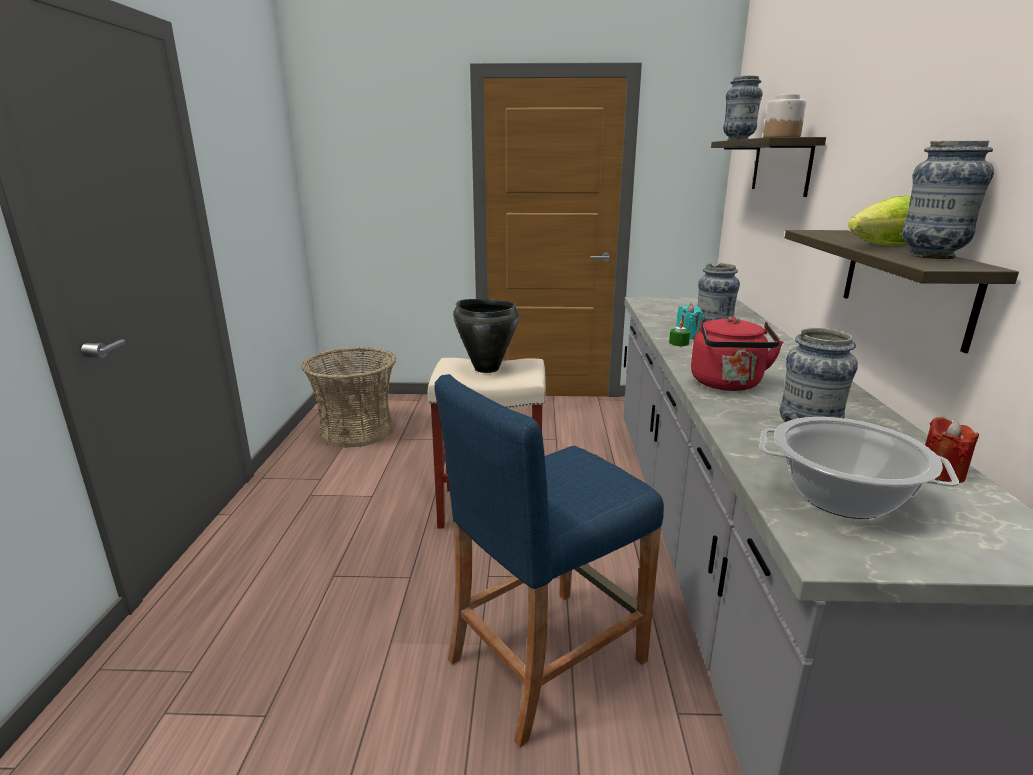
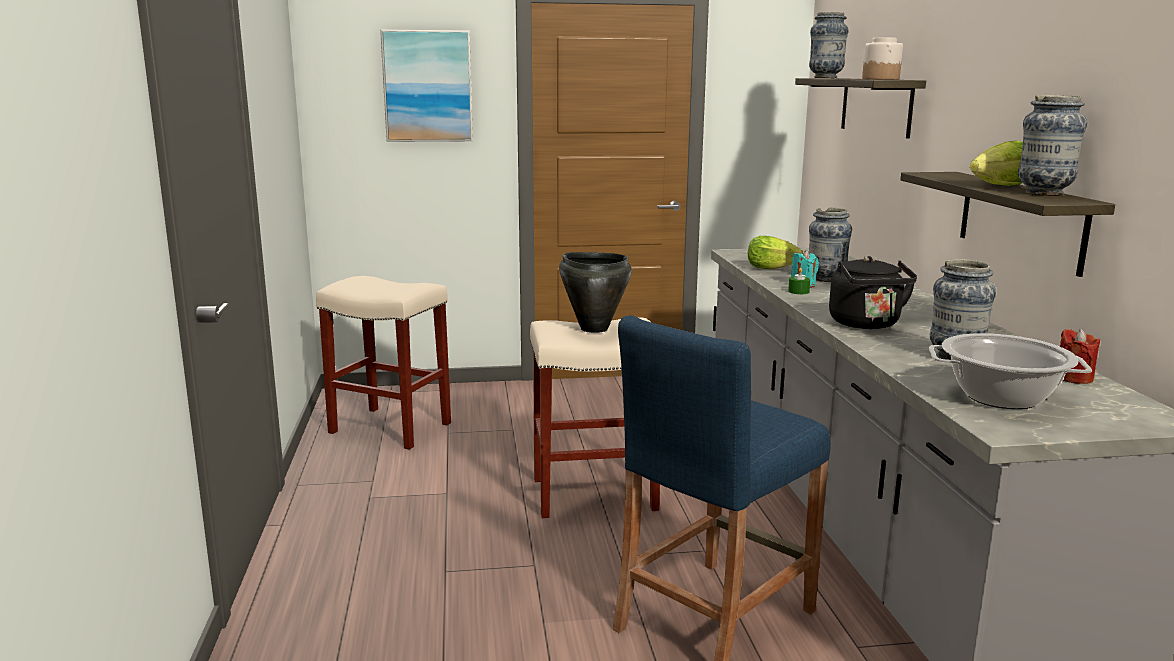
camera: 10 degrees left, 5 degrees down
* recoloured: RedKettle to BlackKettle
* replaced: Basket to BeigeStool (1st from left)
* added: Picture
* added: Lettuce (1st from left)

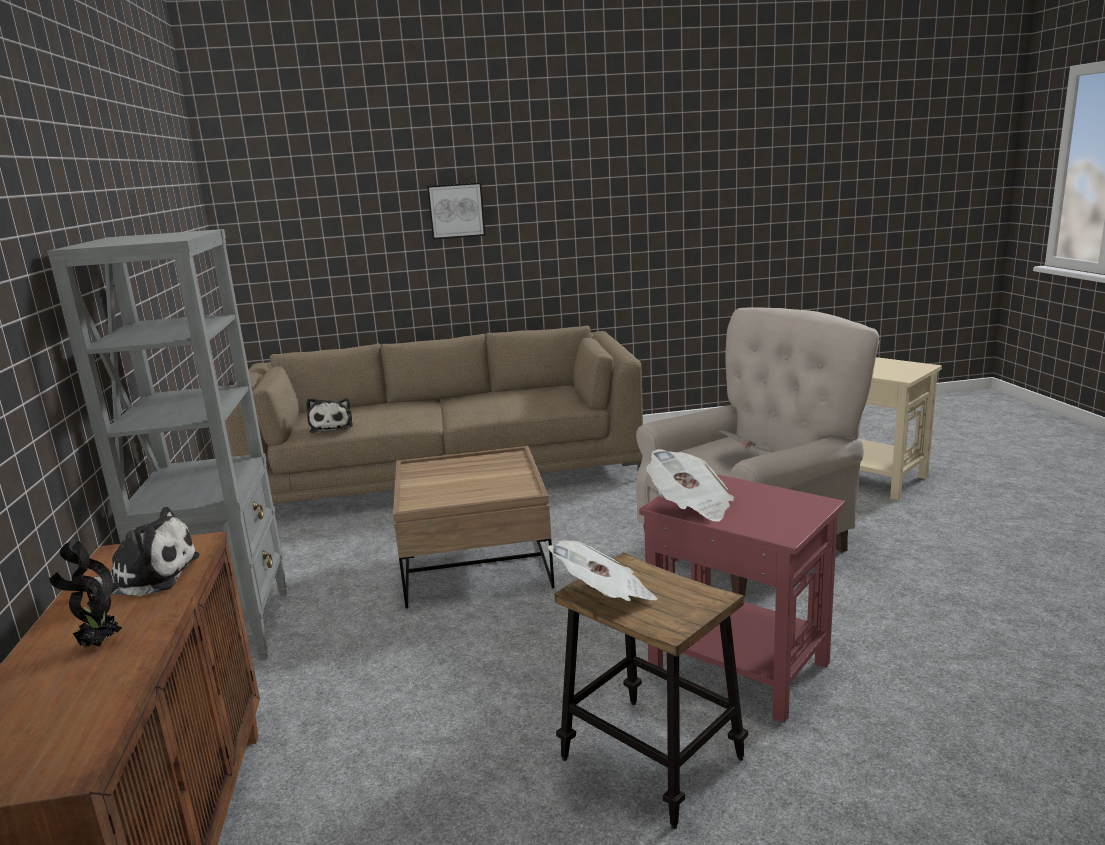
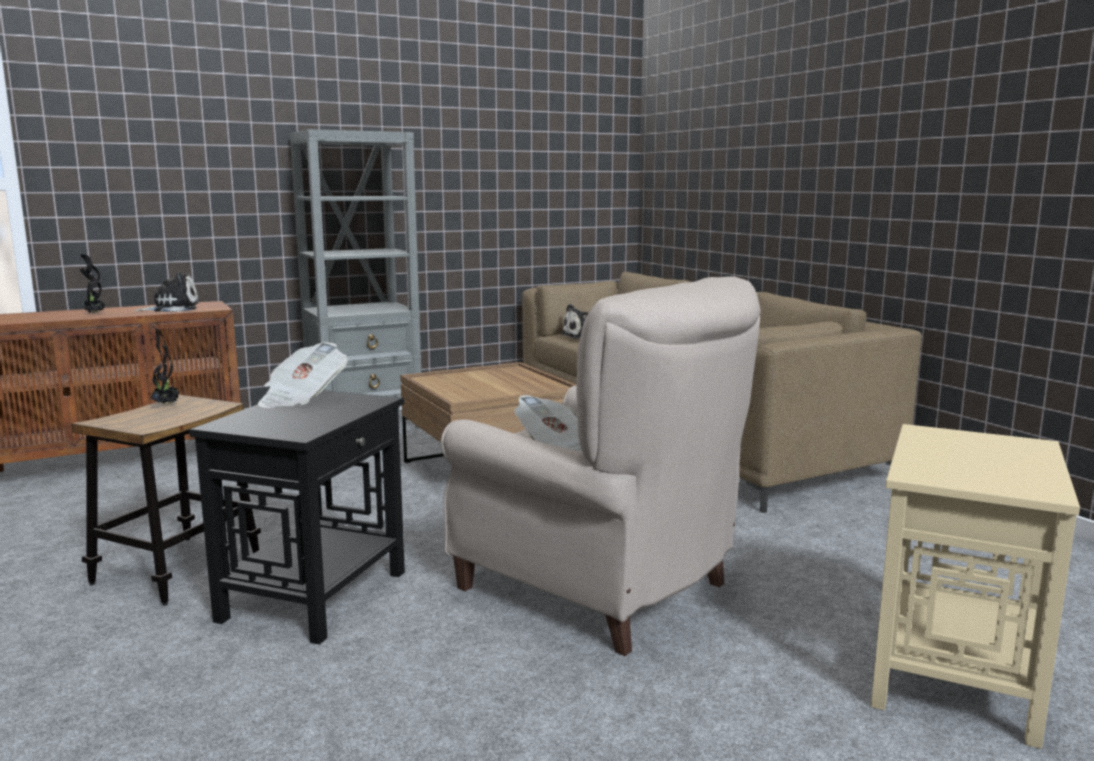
camera: 70 degrees right, 5 degrees down
* removed: Picture
* recoloured: RedSideTable to BlackSideTable
* turned: PlushToy (1st from left) 90 degrees counterclockwise
* replaced: Newspaper (1st from left) to PottedPlant (2nd from left)

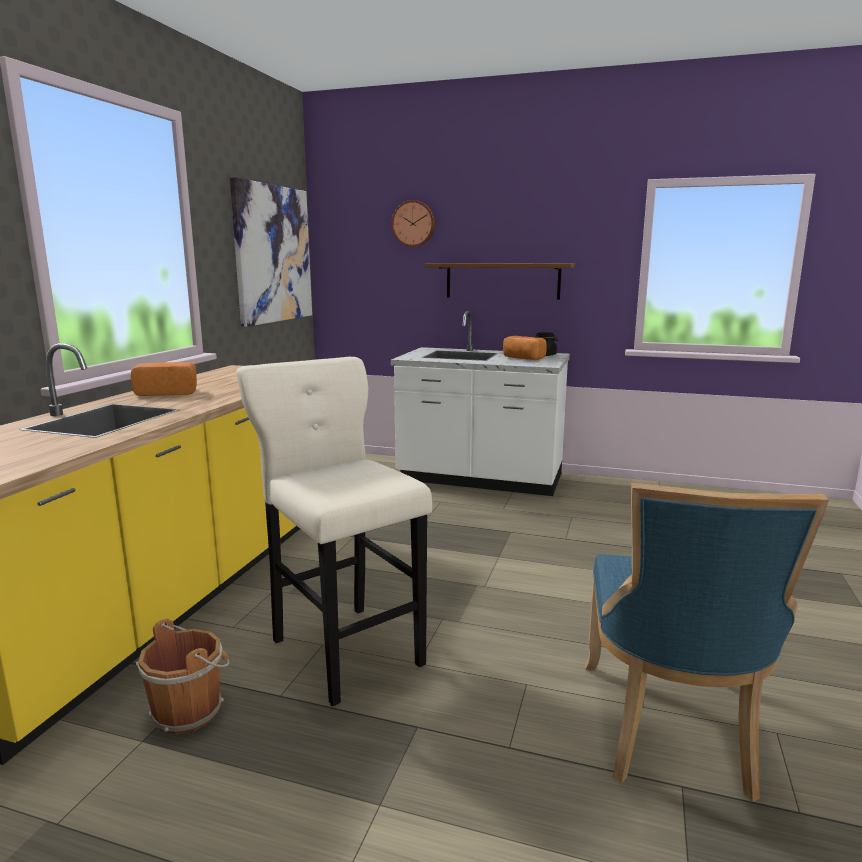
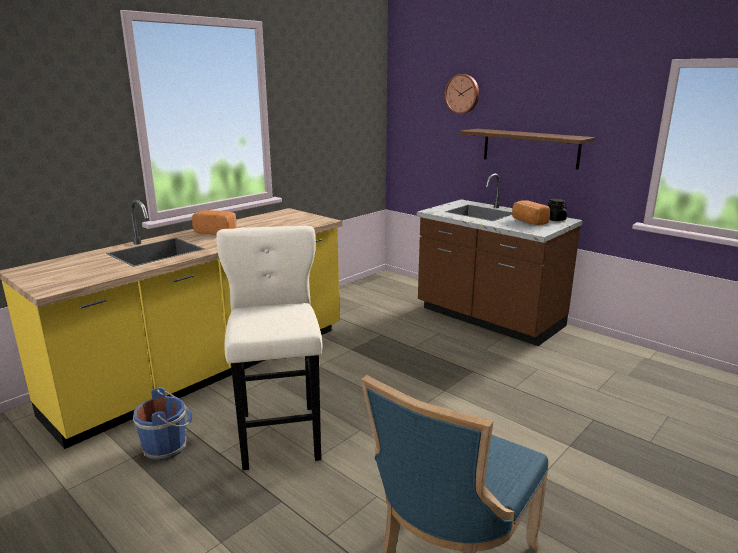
camera: 25 degrees right, 5 degrees up
* removed: Picture
* recoloured: WhiteCounter to BrownCounter
* recoloured: BrownBucket to BlueBucket

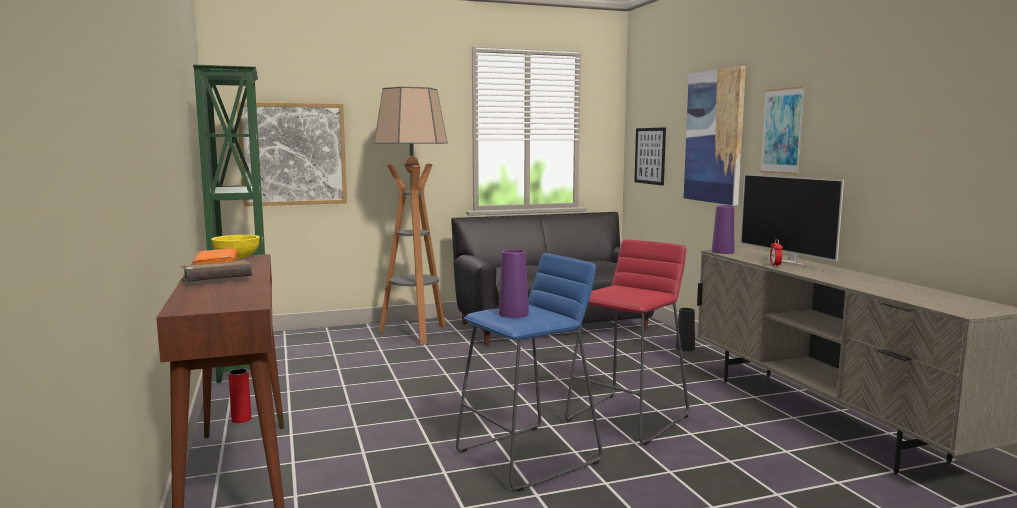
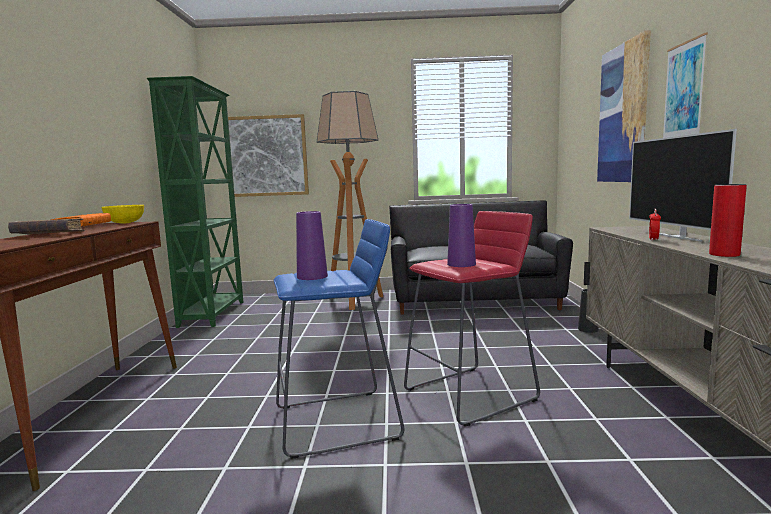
camera: 20 degrees right, 0 degrees up
* removed: Picture (2nd from left)
* moved: PurpleVase (2nd from left)
* moved: RedVase

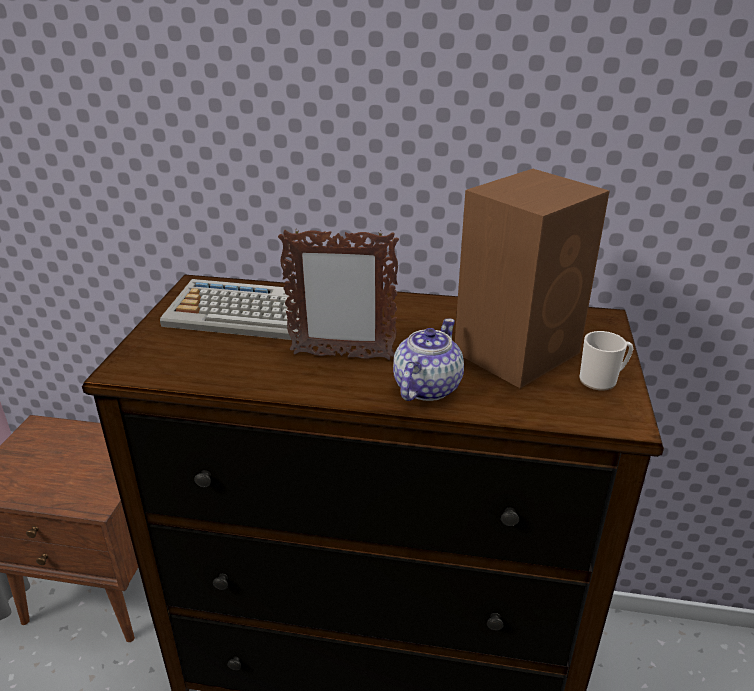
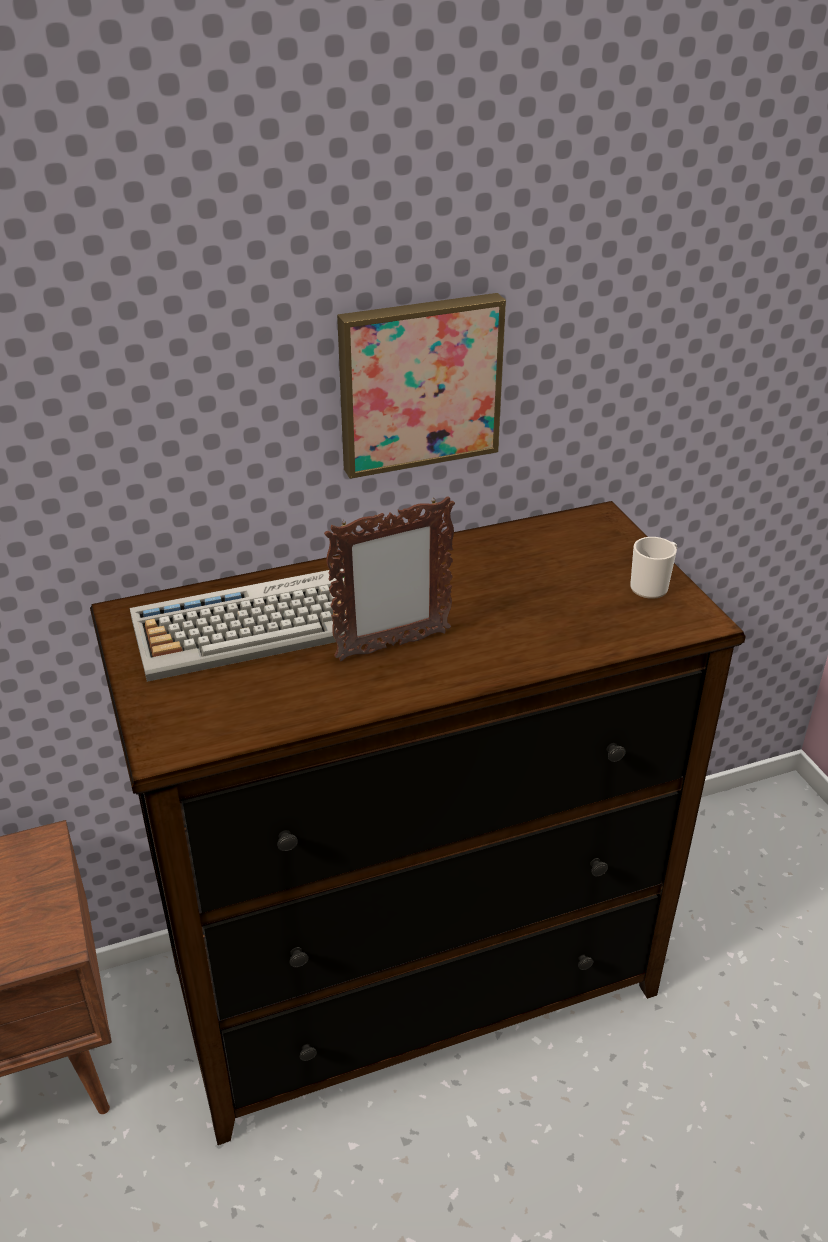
camera: 30 degrees left, 5 degrees up
* removed: BrownSpeaker
* removed: Teapot
* added: Picture

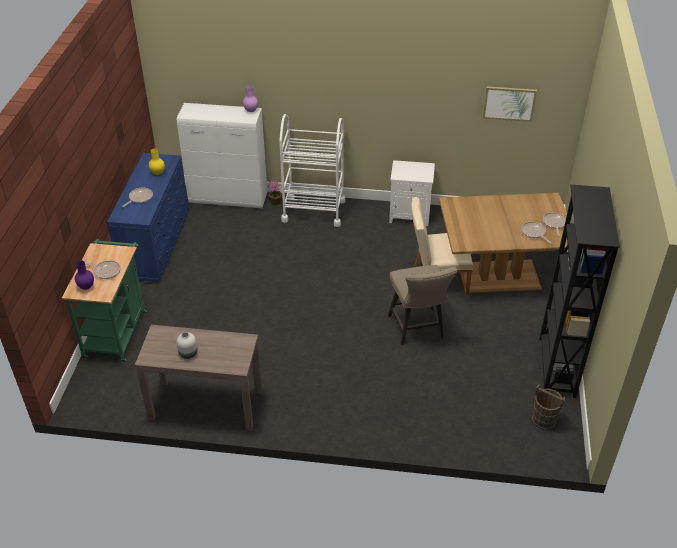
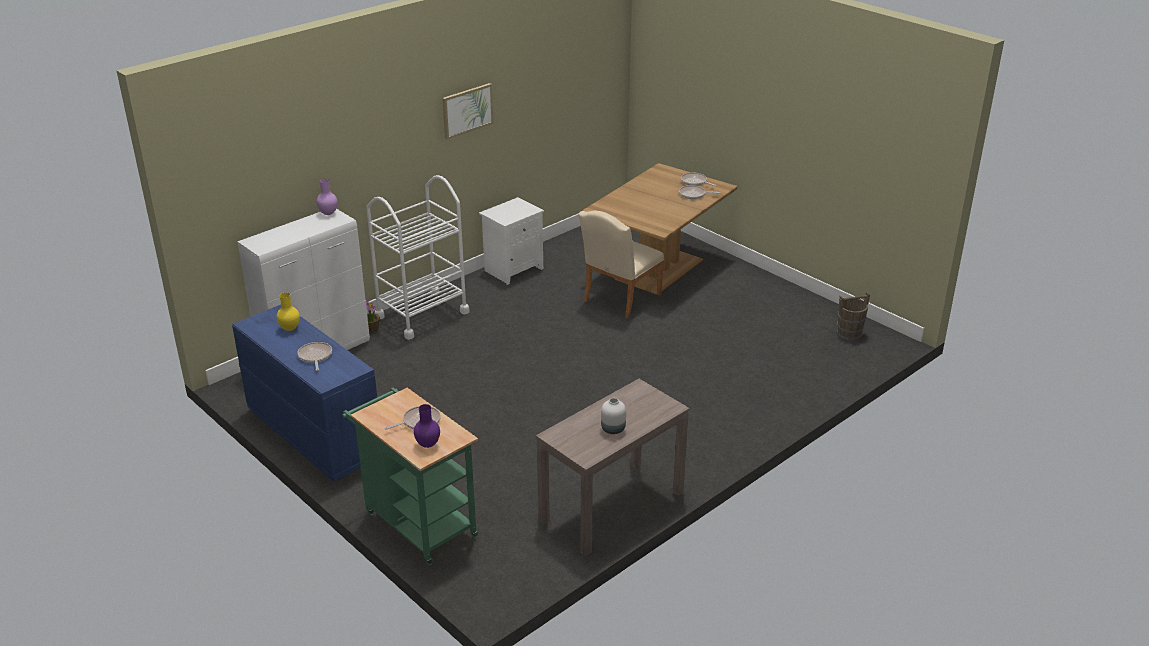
camera: 50 degrees left, 10 degrees down
* moved: Picture
* removed: BlackBookcase
* removed: BeigeStool

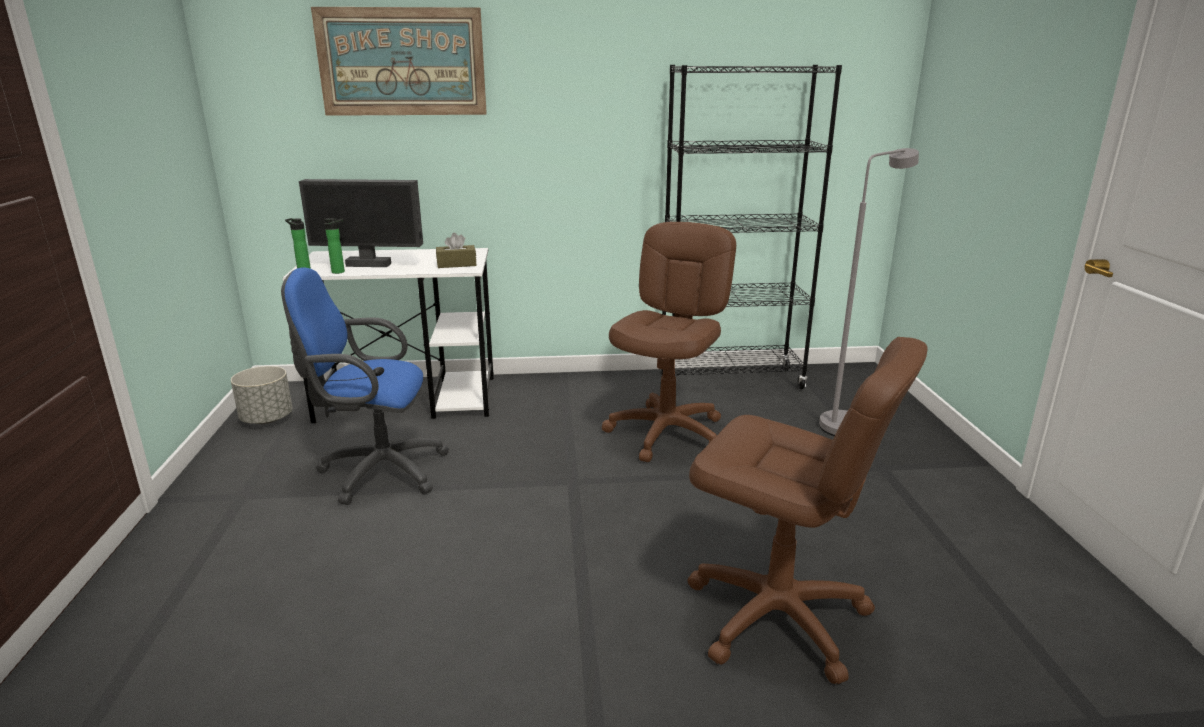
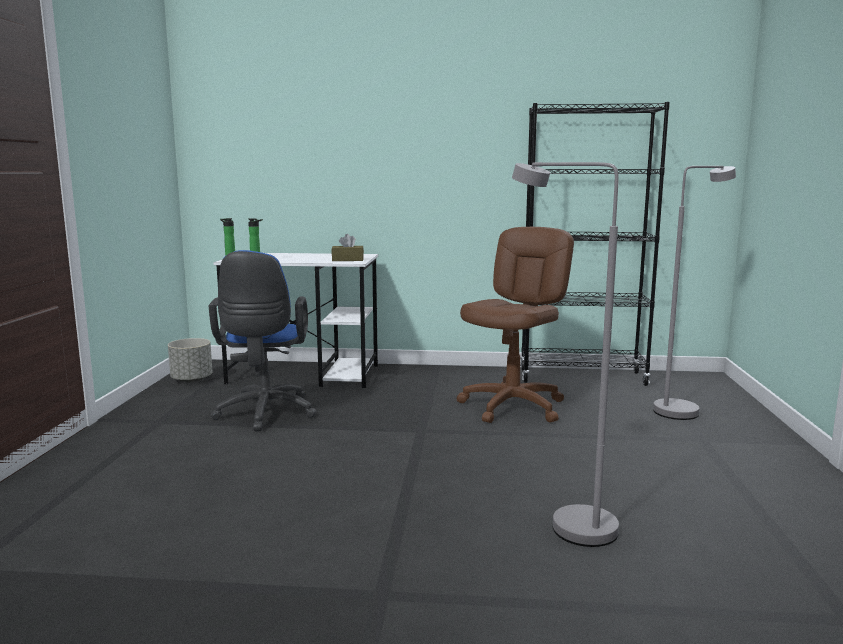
camera: 10 degrees right, 10 degrees down
* removed: Picture
* removed: Monitor
* turned: BlueOfficeChair 105 degrees counterclockwise
* replaced: BrownOfficeChair (2nd from left) to GreyFloorLamp (1st from left)

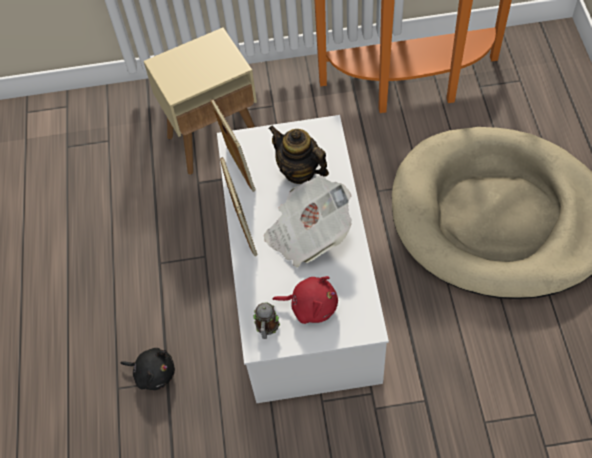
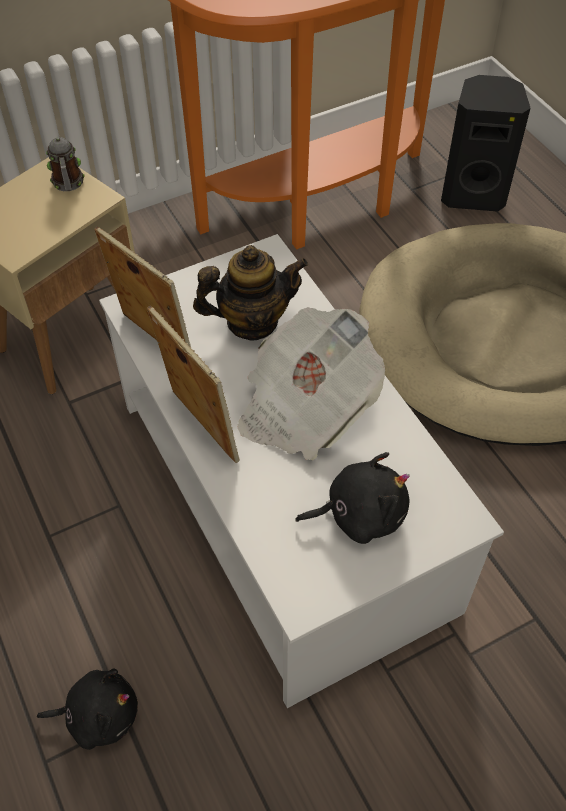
camera: 25 degrees left, 5 degrees down
* turned: Teapot 150 degrees clockwise
* recoloured: RedPlushToy to BlackPlushToy (2nd from left)
* moved: Mug
* added: BlackSpeaker

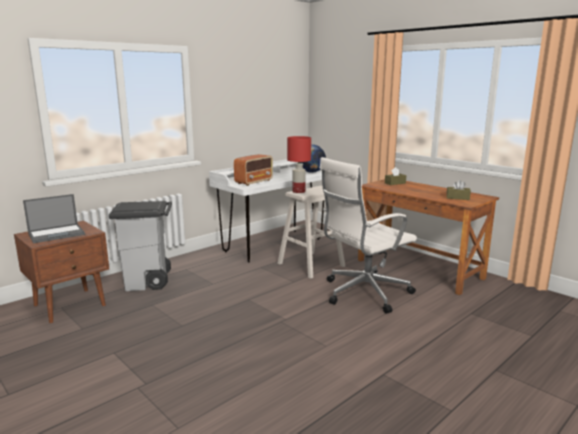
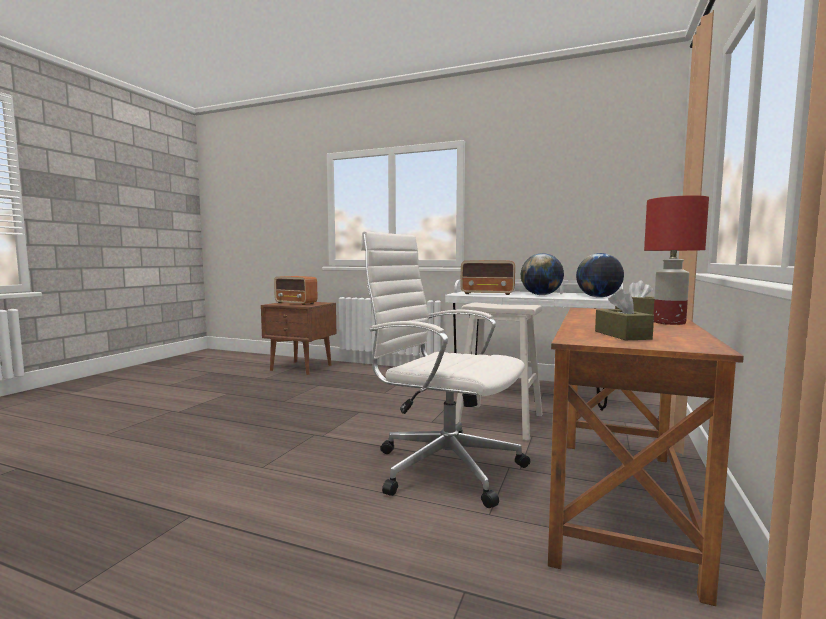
camera: 65 degrees right, 10 degrees down
* moved: RedTableLamp
* replaced: Laptop to Radio (1st from left)
* removed: GreyTrashCan
* added: Globe (1st from left)

